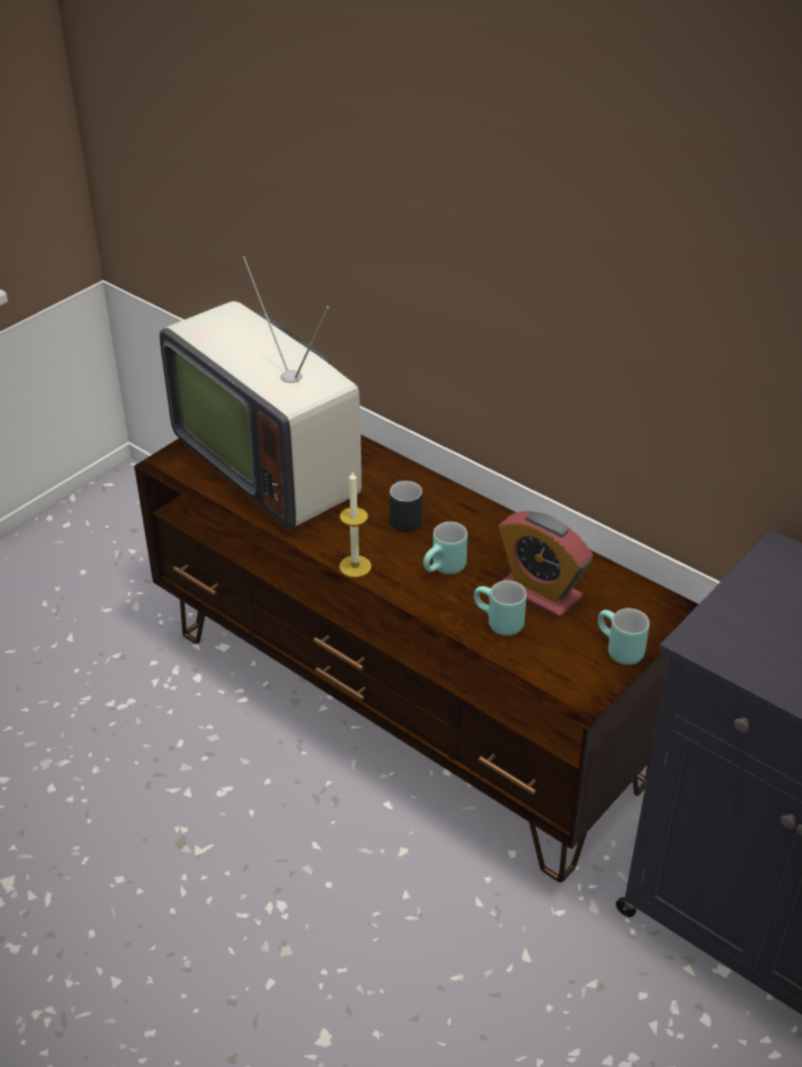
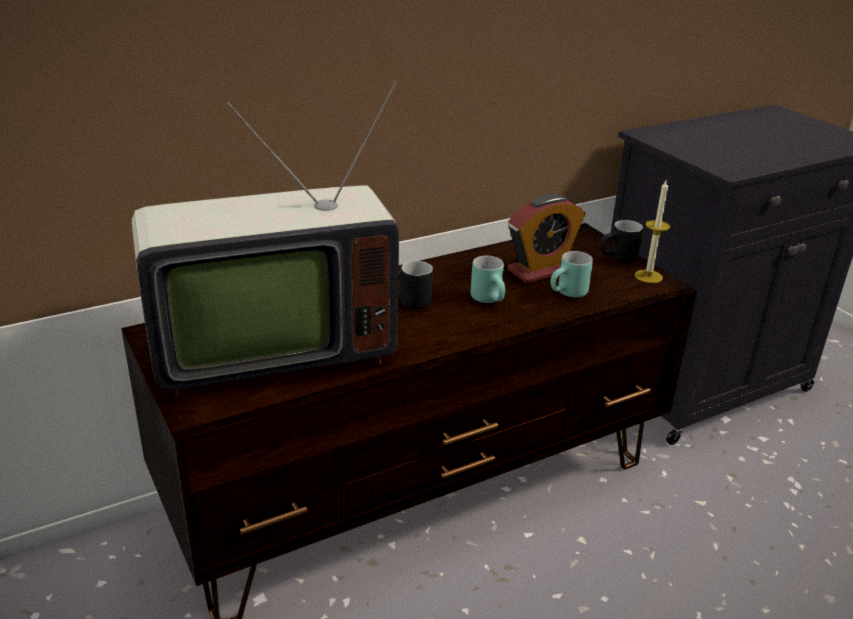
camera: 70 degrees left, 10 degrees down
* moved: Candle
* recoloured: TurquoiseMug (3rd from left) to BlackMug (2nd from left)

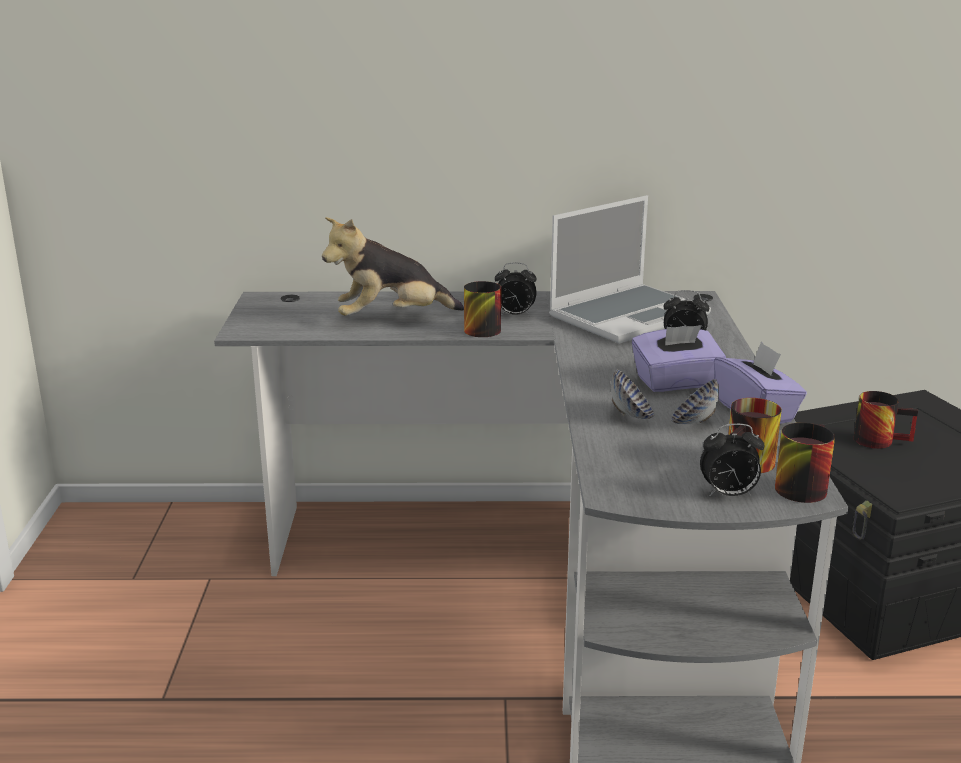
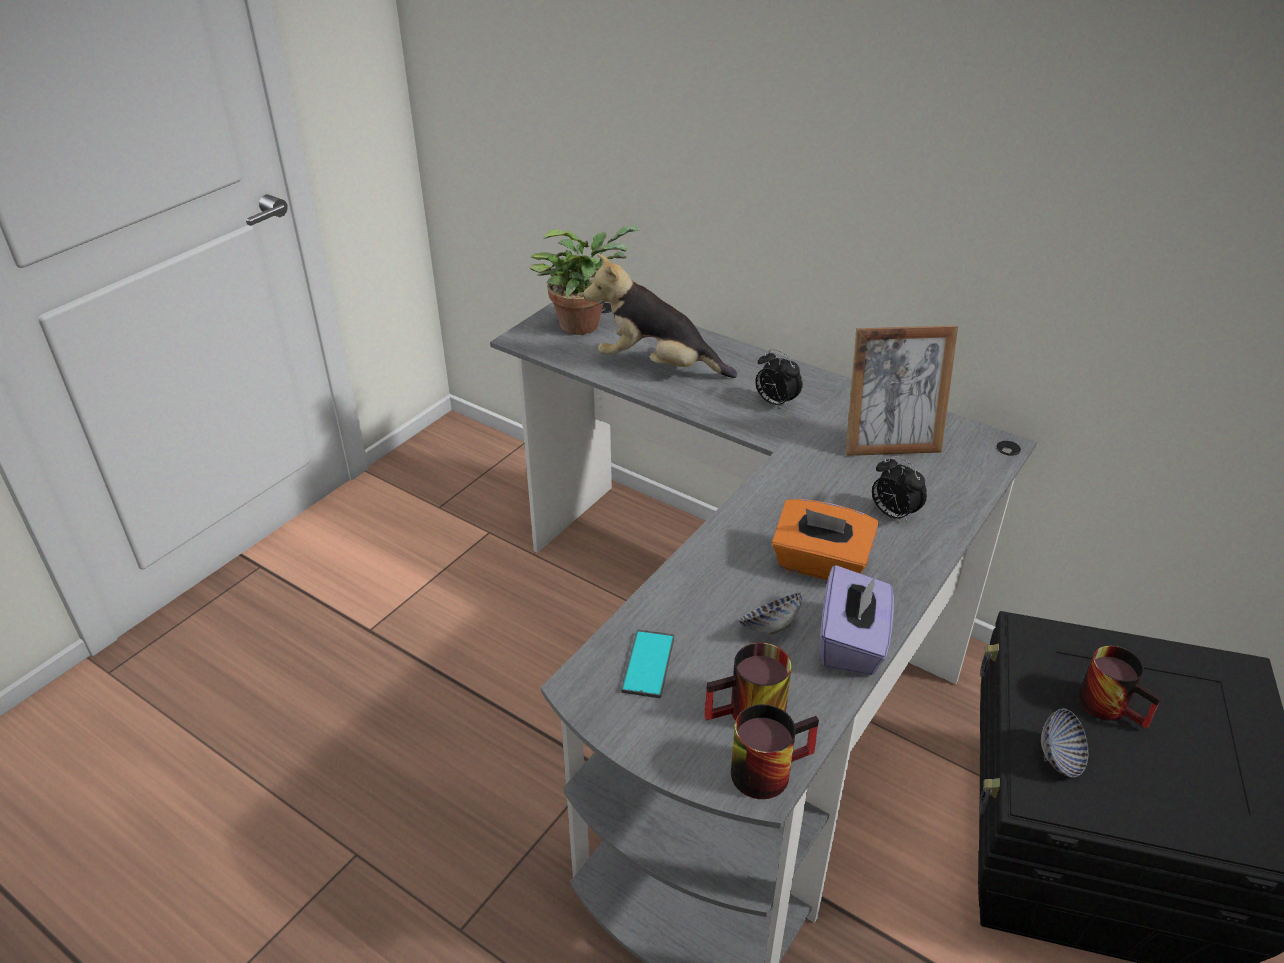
camera: 35 degrees right, 15 degrees up
* replaced: Laptop to PictureFrame
* removed: Mug (1st from left)
* recoloured: PurpleTissueBox (1st from left) to OrangeTissueBox
* moved: Bowl (1st from left in the first image) to Bowl (2nd from left)
* removed: AlarmClock (3rd from left)
* added: PottedPlant
* added: Phone

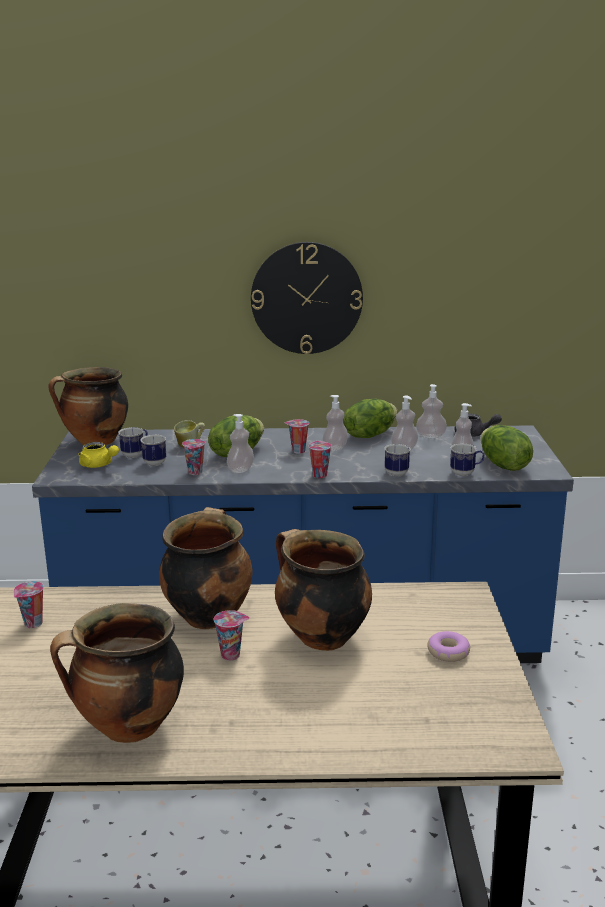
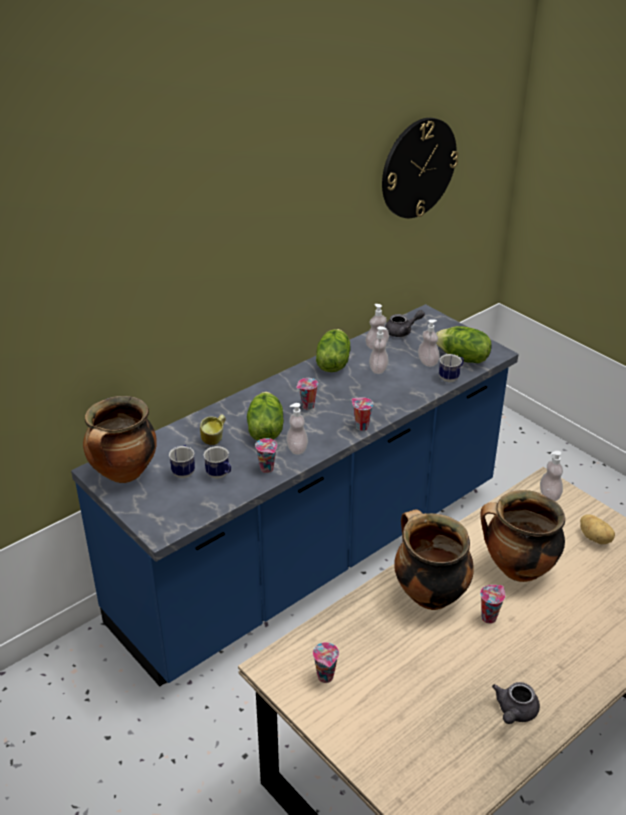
camera: 40 degrees left, 15 degrees up
* moved: WallClock
* moved: SoapDispenser (2nd from left in the first image) to SoapDispenser (5th from left)
* removed: YellowTeapot
* removed: Mug (4th from left)
* replaced: CookingPot (2nd from left) to GreyTeapot (2nd from left)
* replaced: Donut to Potato

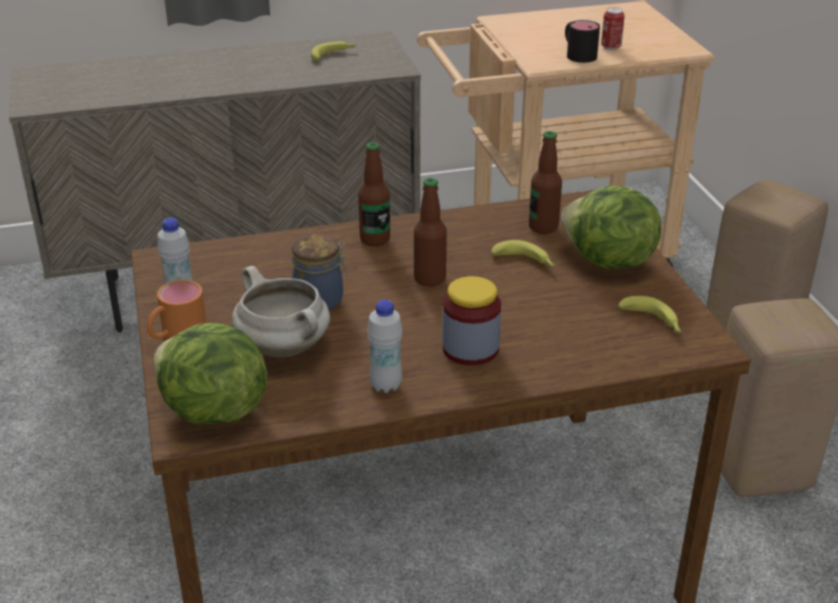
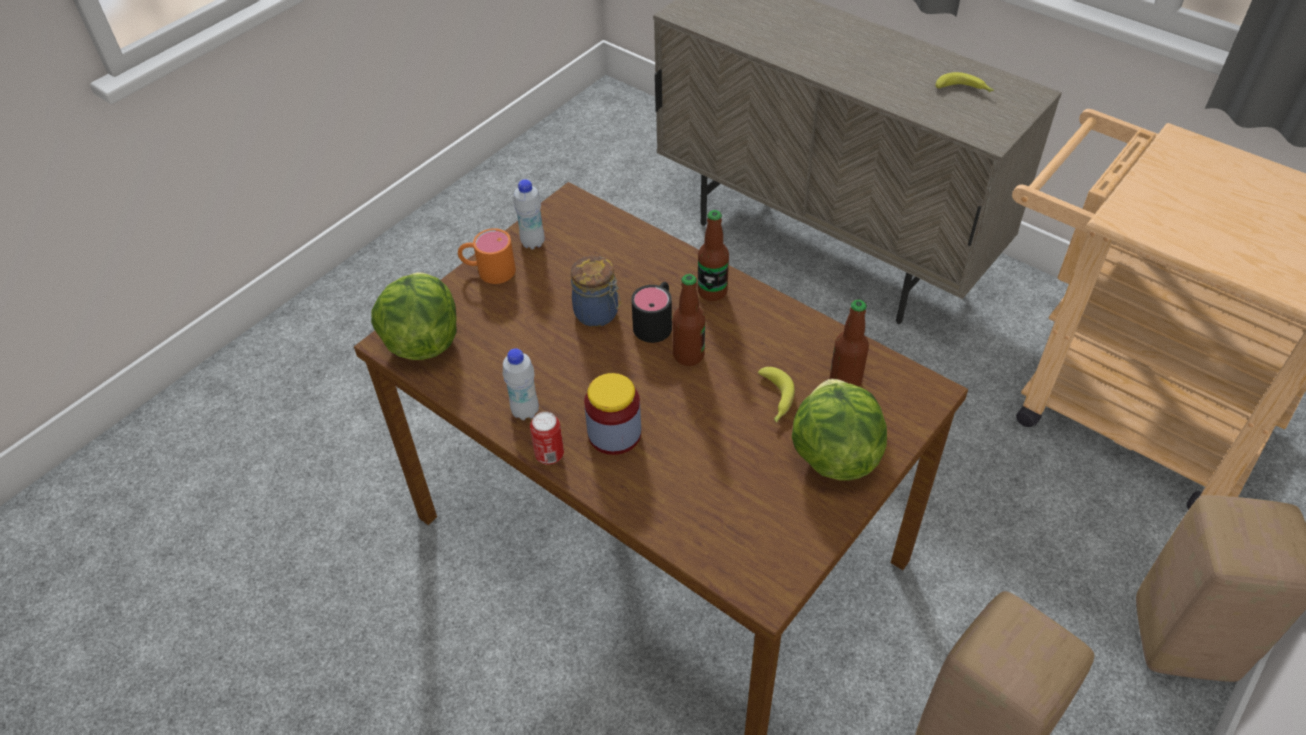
camera: 55 degrees right, 15 degrees up
* moved: Can
* moved: BlackMug
* removed: WhiteCookingPot
* removed: Banana (3rd from left)

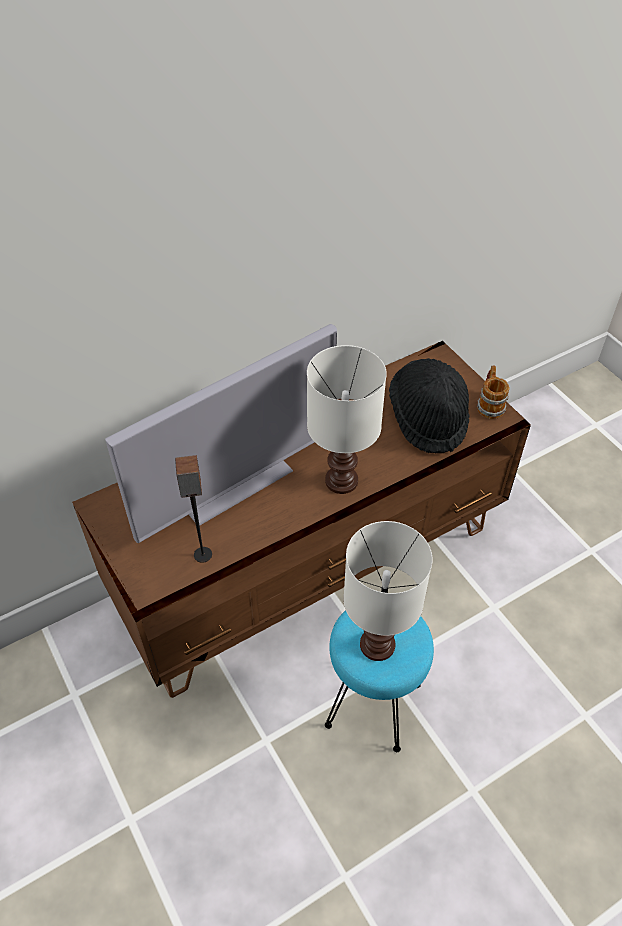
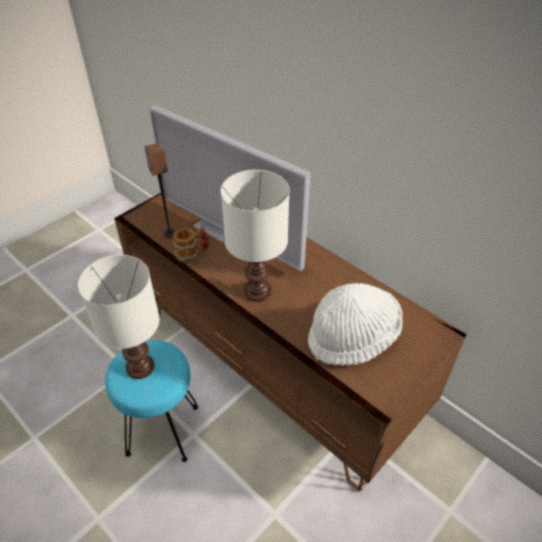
camera: 75 degrees right, 5 degrees down
* recoloured: BlackHat to WhiteHat
* moved: Mug

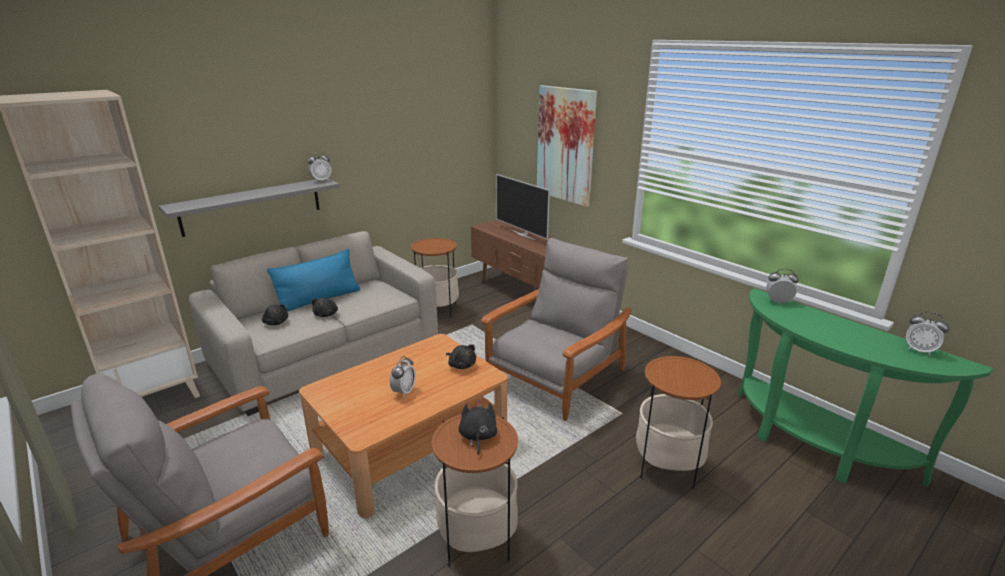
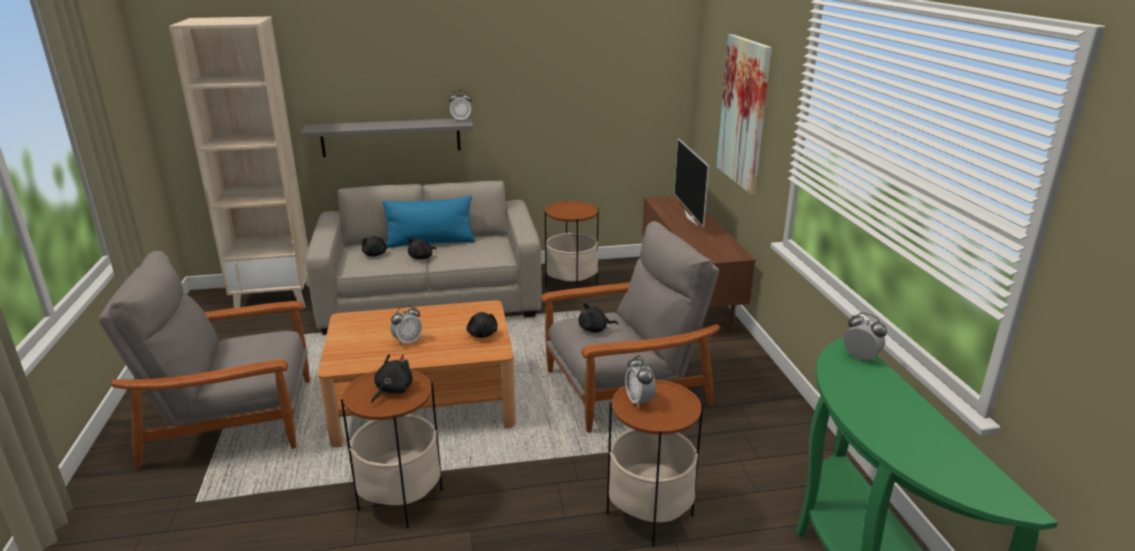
camera: 30 degrees right, 0 degrees up
* moved: AlarmClock (4th from left in the first image) to AlarmClock (3rd from left)
* added: BlackPlushToy (5th from left)

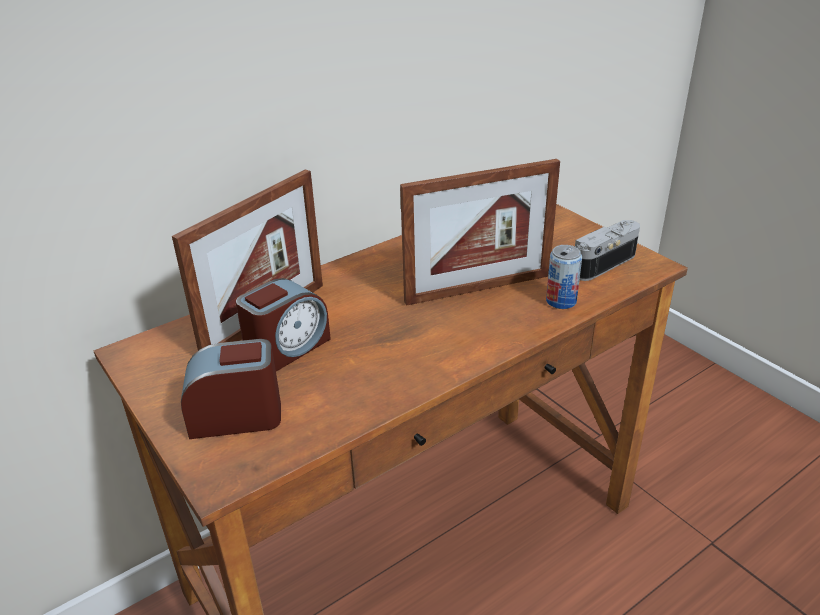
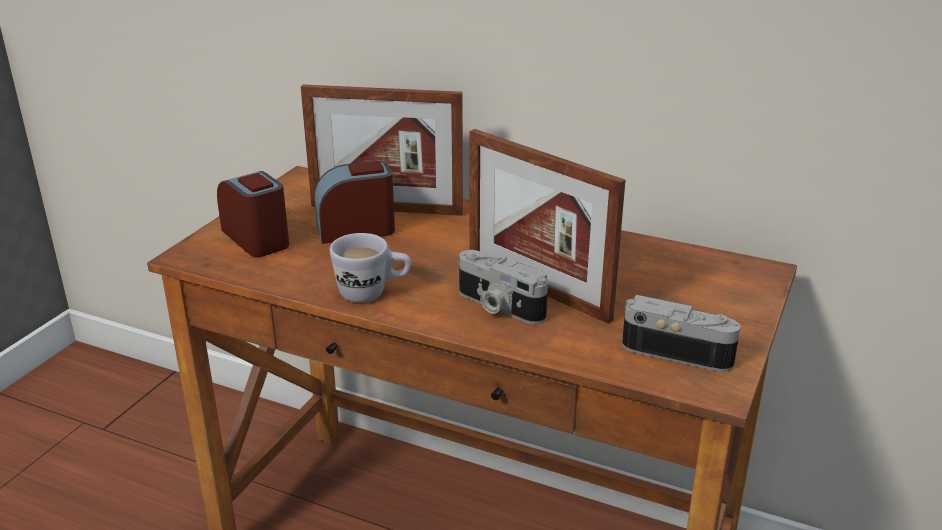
camera: 60 degrees right, 5 degrees down
* removed: Can
* turned: AlarmClock (2nd from left) 150 degrees clockwise
* added: WhiteMug
* added: PhotoCamera (1st from left)

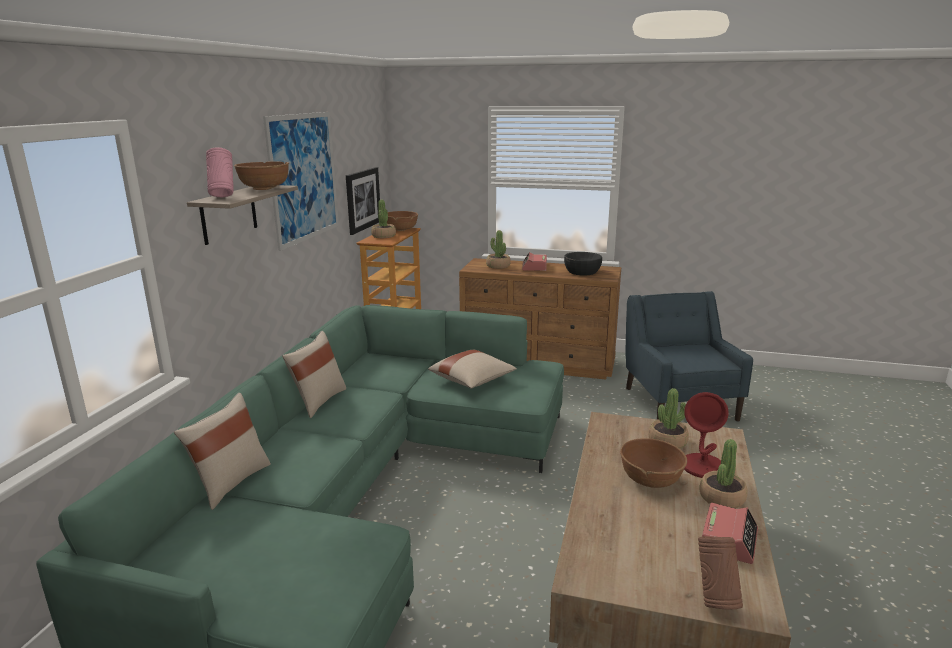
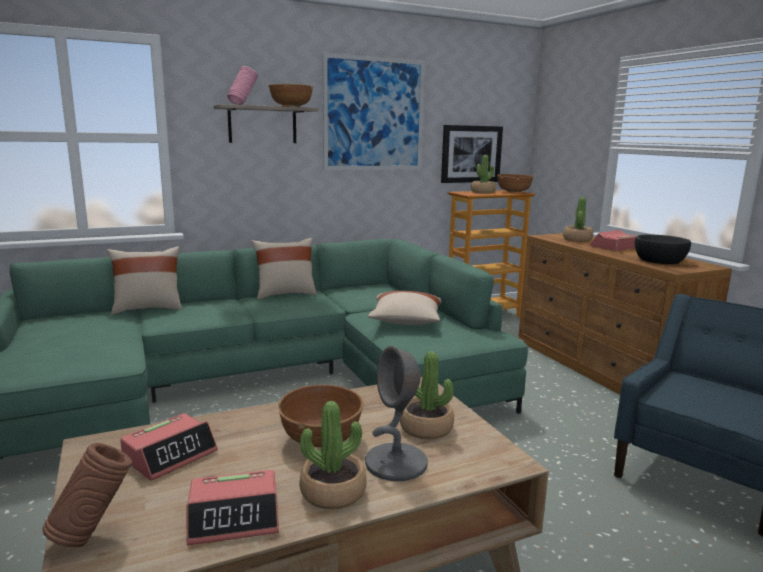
camera: 50 degrees right, 5 degrees down
* recoloured: RedTableLamp to GreyTableLamp
* added: AlarmClock (1st from left)

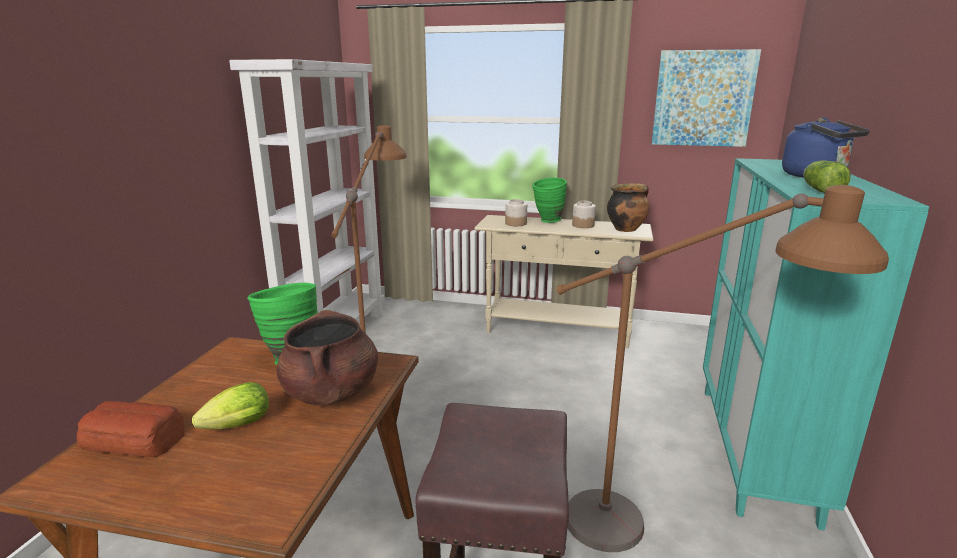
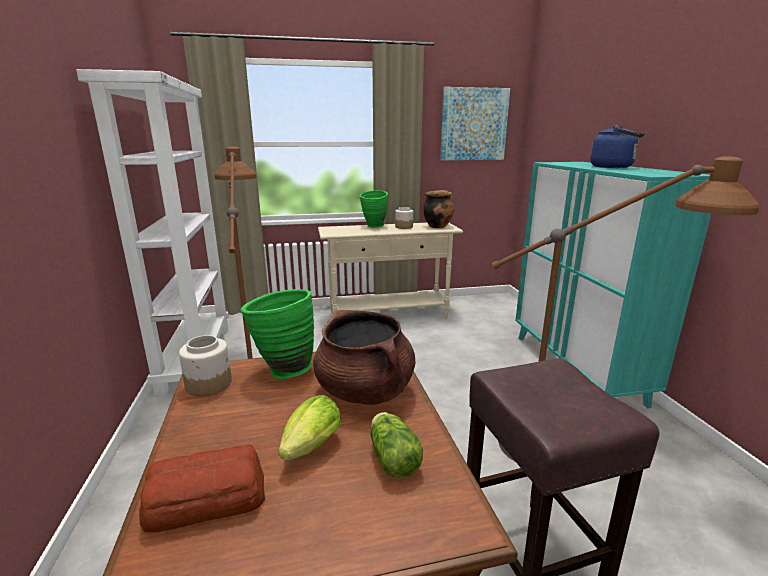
camera: 25 degrees left, 0 degrees up
* moved: Lettuce (2nd from left)
* moved: Jar (1st from left)

